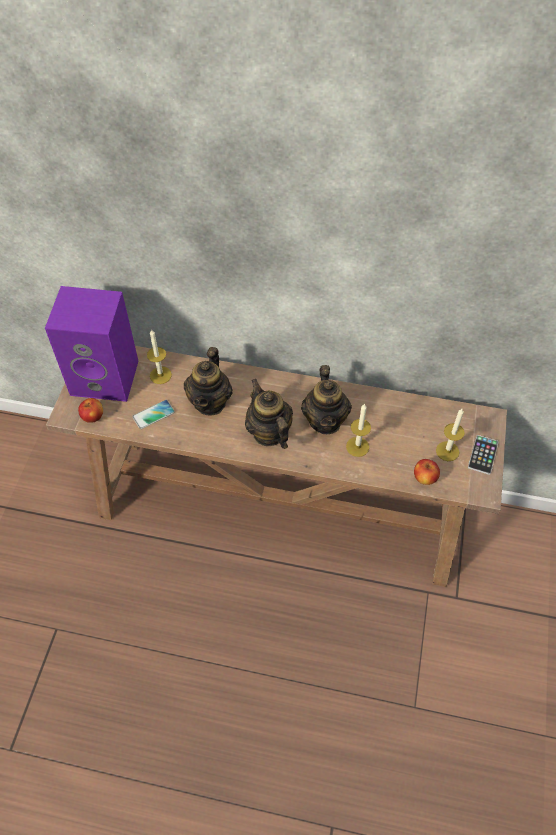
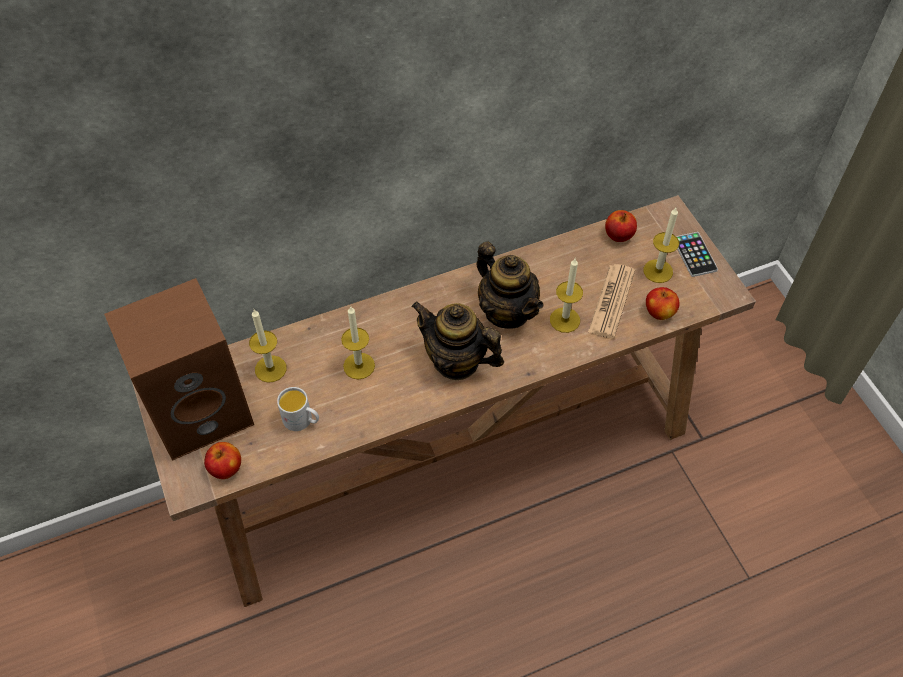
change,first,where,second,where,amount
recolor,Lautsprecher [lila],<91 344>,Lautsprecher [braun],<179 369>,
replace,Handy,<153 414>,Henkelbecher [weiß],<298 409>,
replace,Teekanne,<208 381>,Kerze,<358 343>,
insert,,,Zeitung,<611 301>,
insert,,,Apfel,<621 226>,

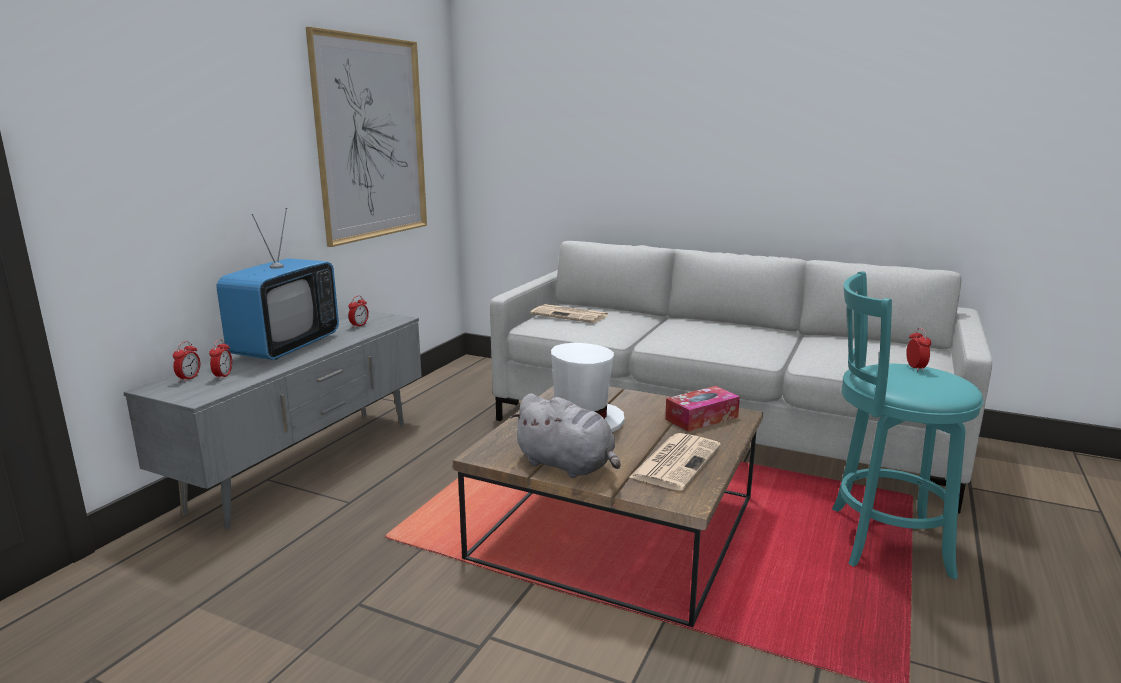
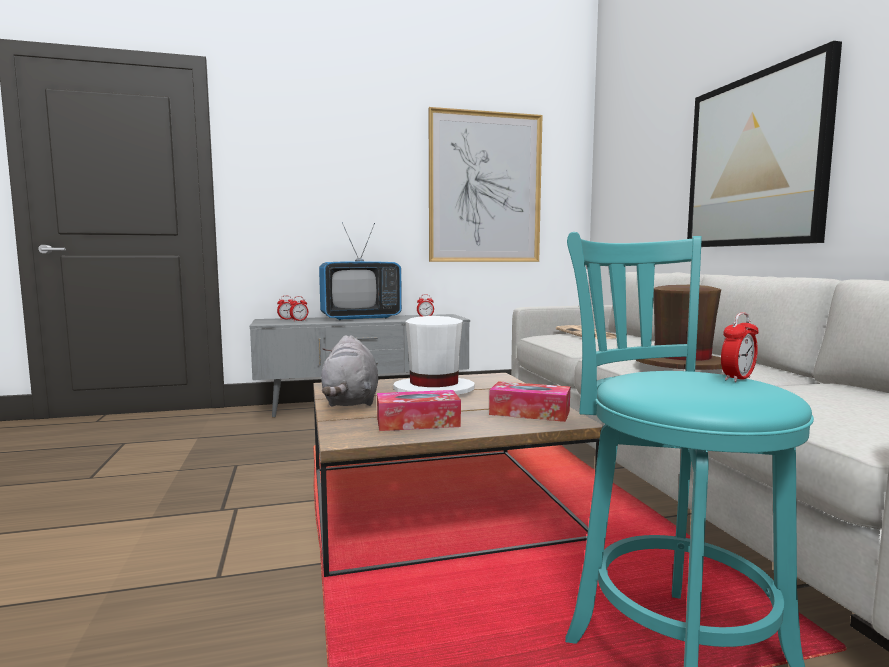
change,first,where,second,where,amount
replace,Zeitung,<674 462>,Taschentuchbox,<419 410>,
insert,,,Hut [braun],<679 327>,
insert,,,Bild,<764 144>,

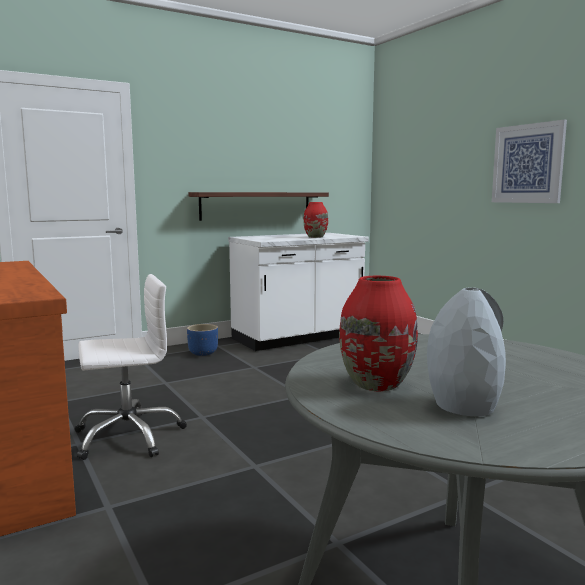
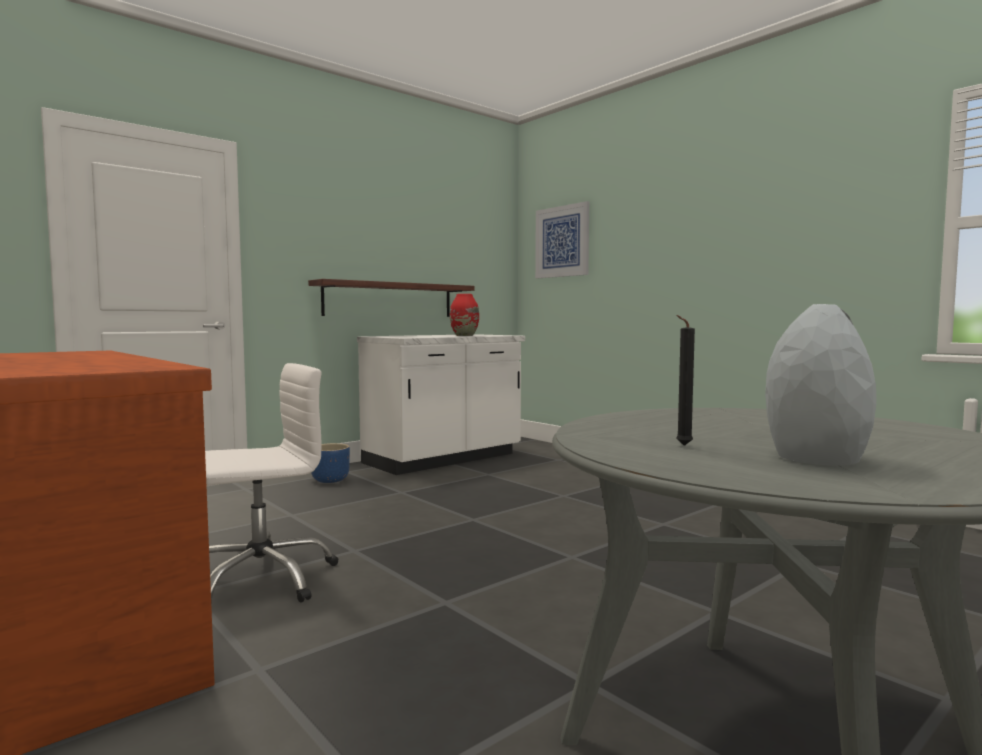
change,first,where,second,where,amount
move,Bild,<529 161>,,<562 239>,
replace,Vase [rot],<378 334>,Kerze [schwarz],<685 380>,

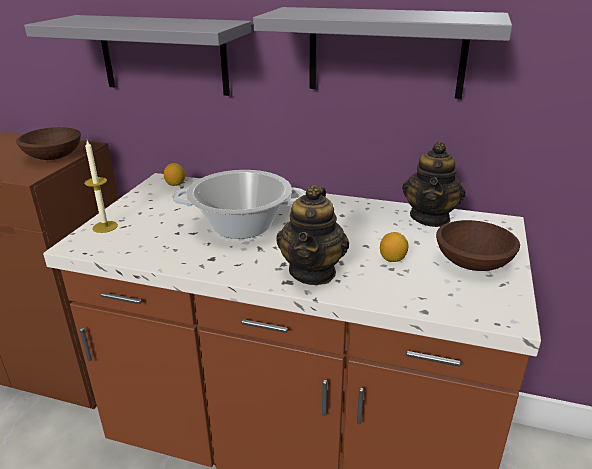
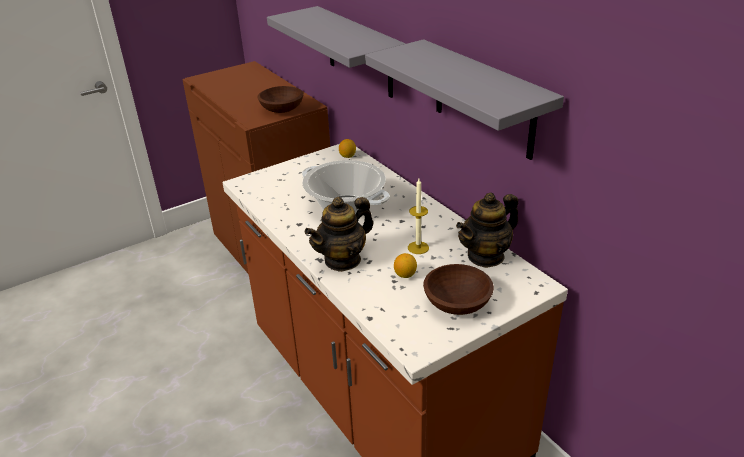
change,first,where,second,where,amount
move,Kerze,<101 187>,,<418 216>,

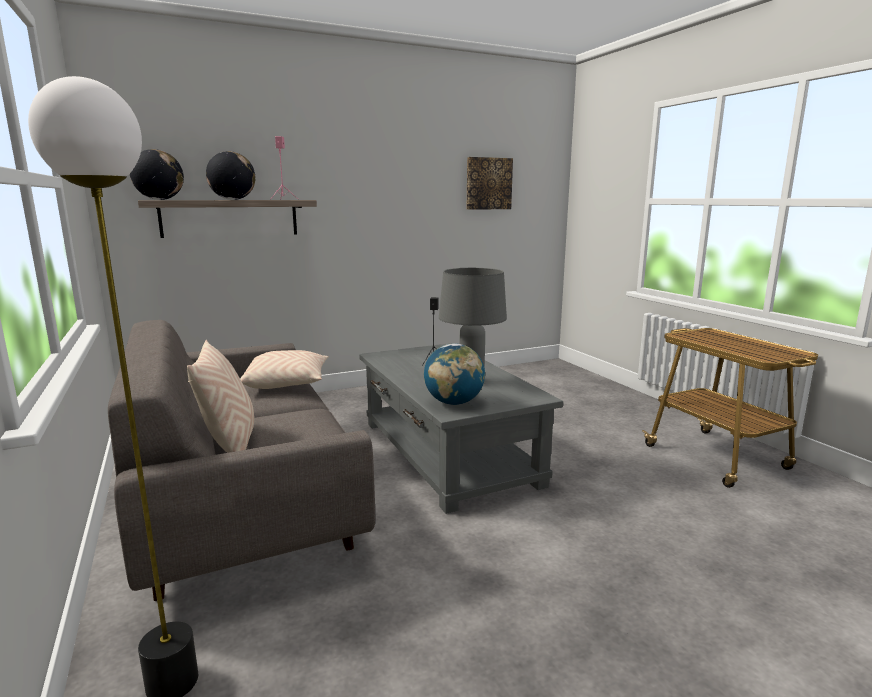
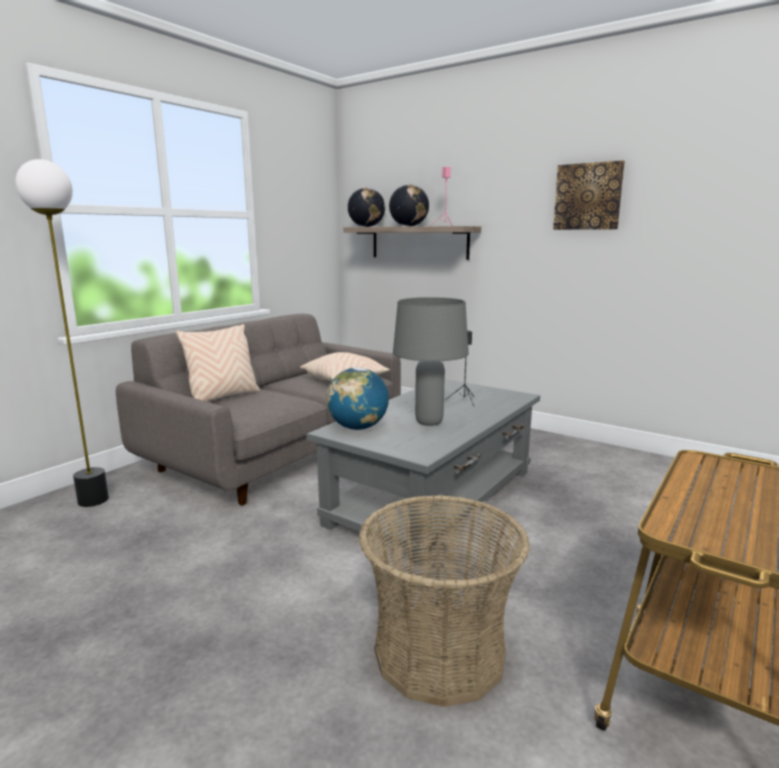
change,first,where,second,where,amount
insert,,,Korb,<444 601>,
move,Bild,<490 183>,,<589 195>,

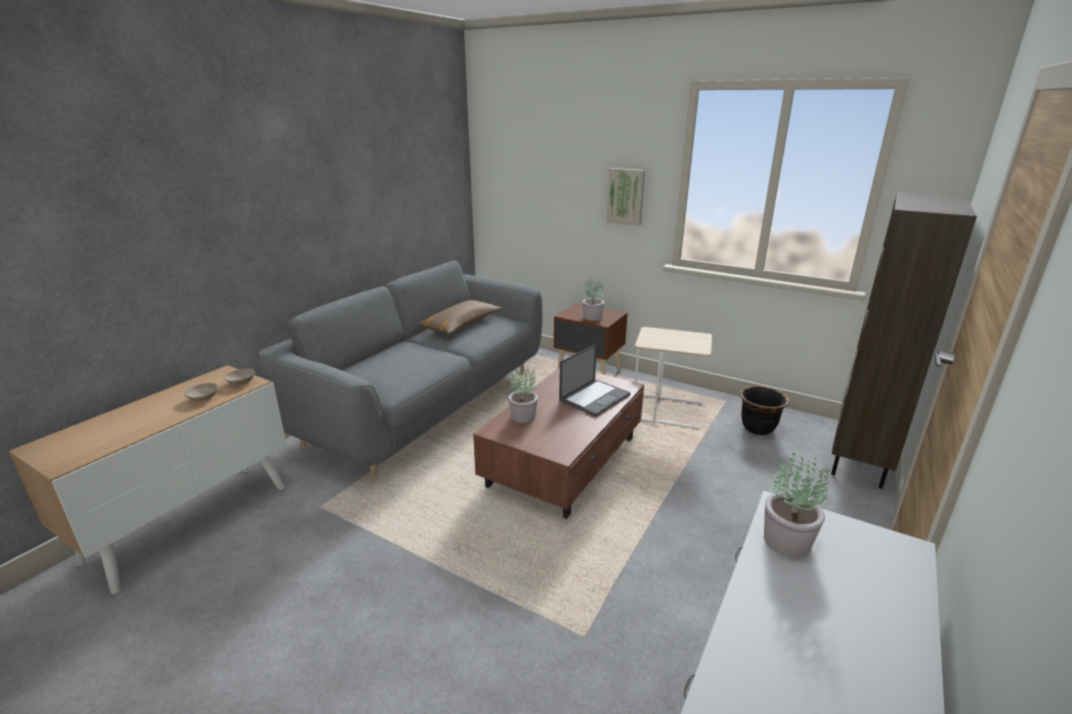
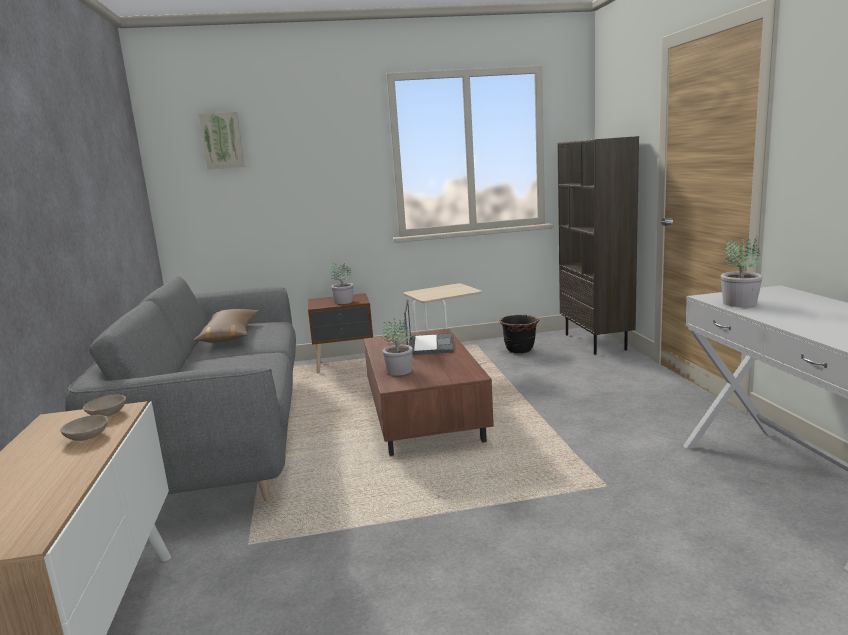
change,first,where,second,where,amount
move,Bild,<625 197>,,<222 141>,

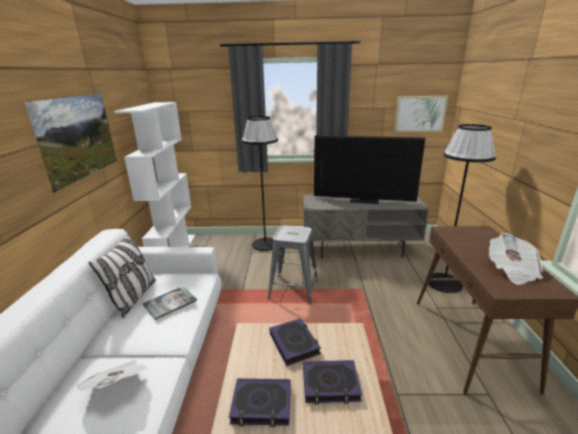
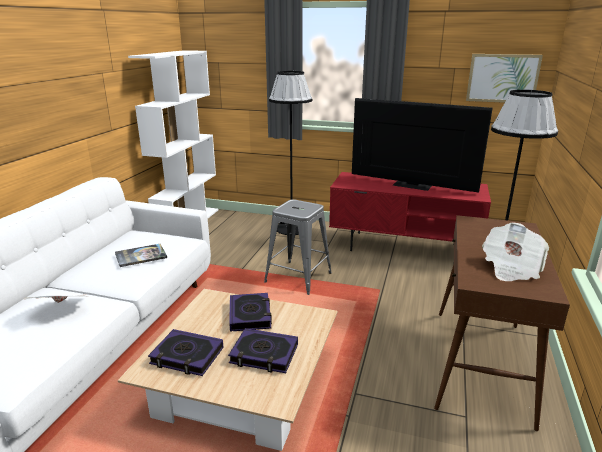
change,first,where,second,where,amount
recolor,Fernsehschrank [grau],<366 226>,Fernsehschrank [rot],<410 218>,
delete,Bild,<71 143>,,,
delete,Kissen,<122 275>,,,

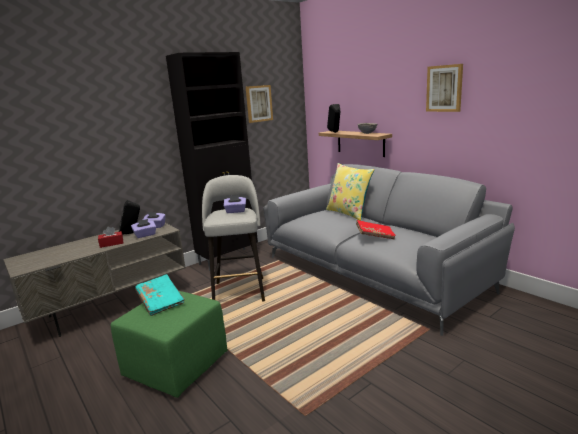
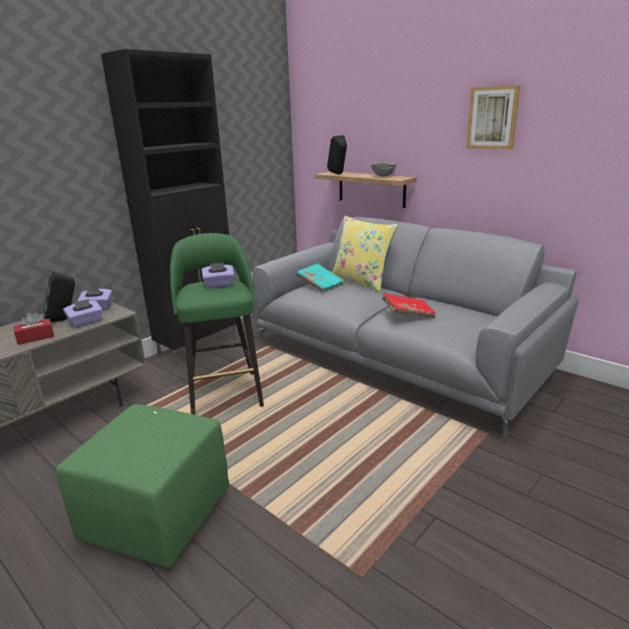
change,first,where,second,where,amount
recolor,Hocker [grau],<233 238>,Hocker [grün],<217 324>,
move,Buch [türkis],<160 295>,,<321 278>,
delete,Bild,<259 104>,,,

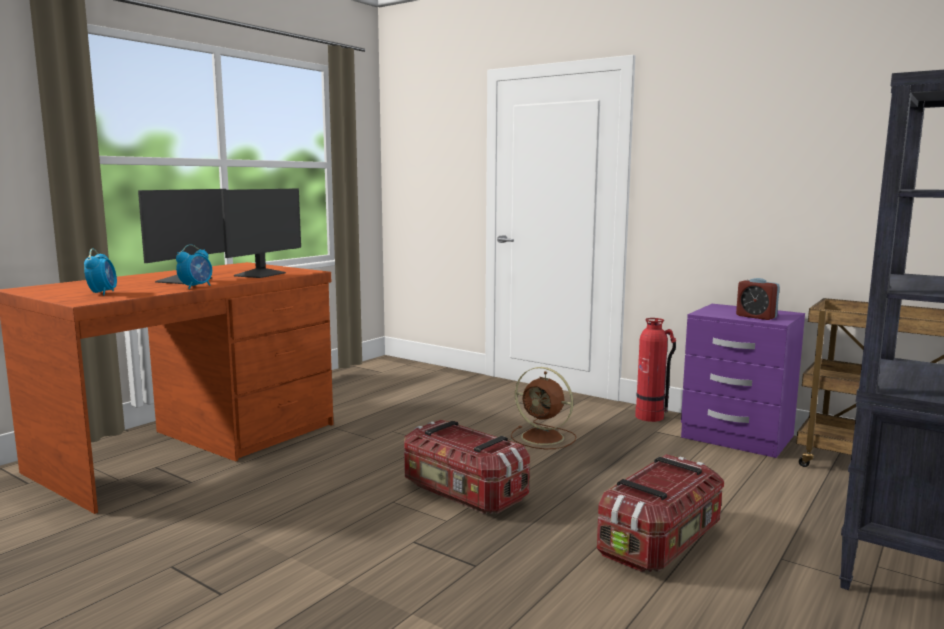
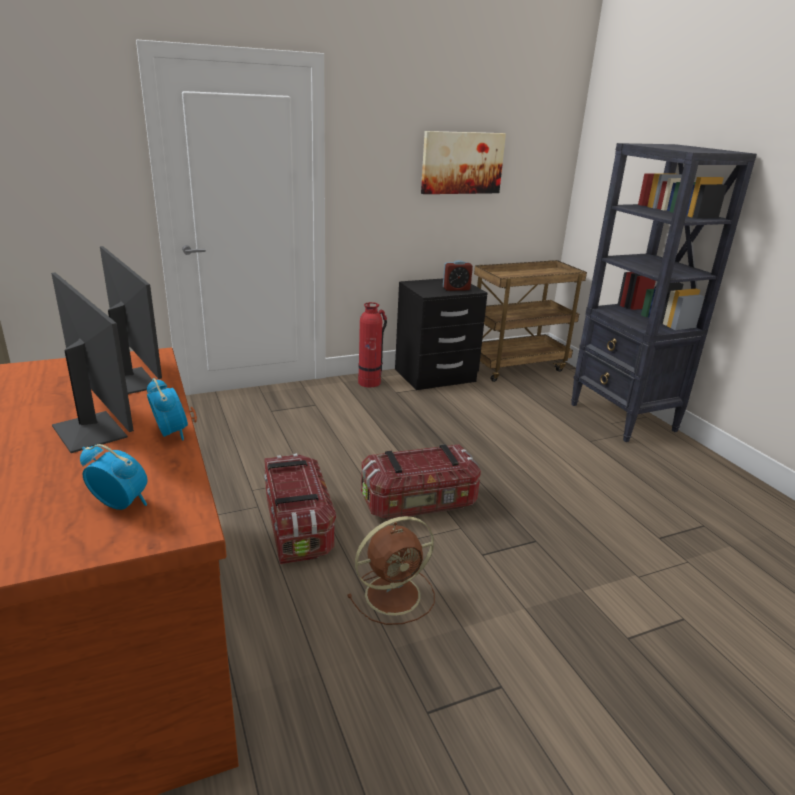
change,first,where,second,where,amount
move,Aufbewahrungsbox,<660 513>,,<300 508>,
move,Ventilator [braun],<543 408>,,<391 570>,
recolor,Nachttisch [lila],<743 381>,Nachttisch [schwarz],<441 334>,
insert,,,Bild,<463 162>,

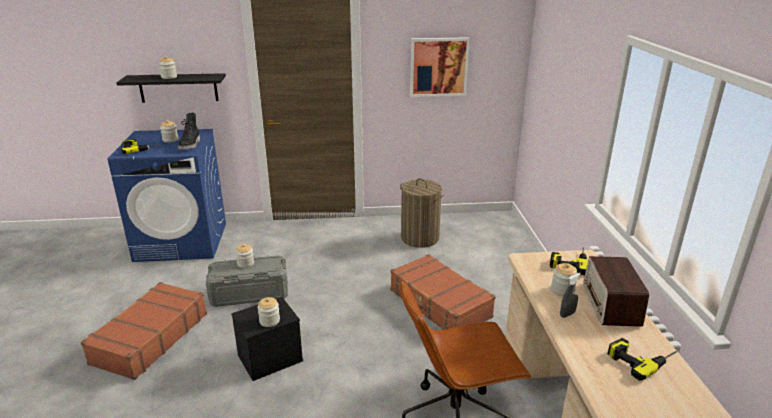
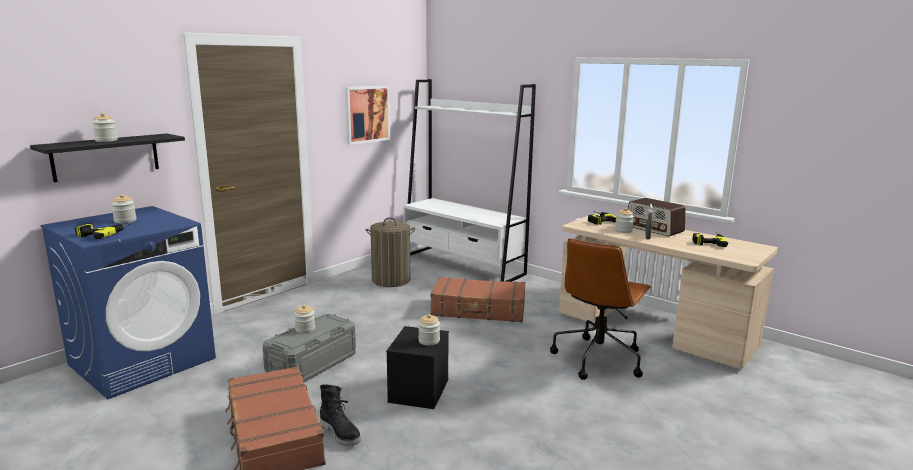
change,first,where,second,where,amount
move,Stiefel [schwarz],<189 131>,,<340 415>,
insert,,,Bücherregal [weiß],<469 180>,

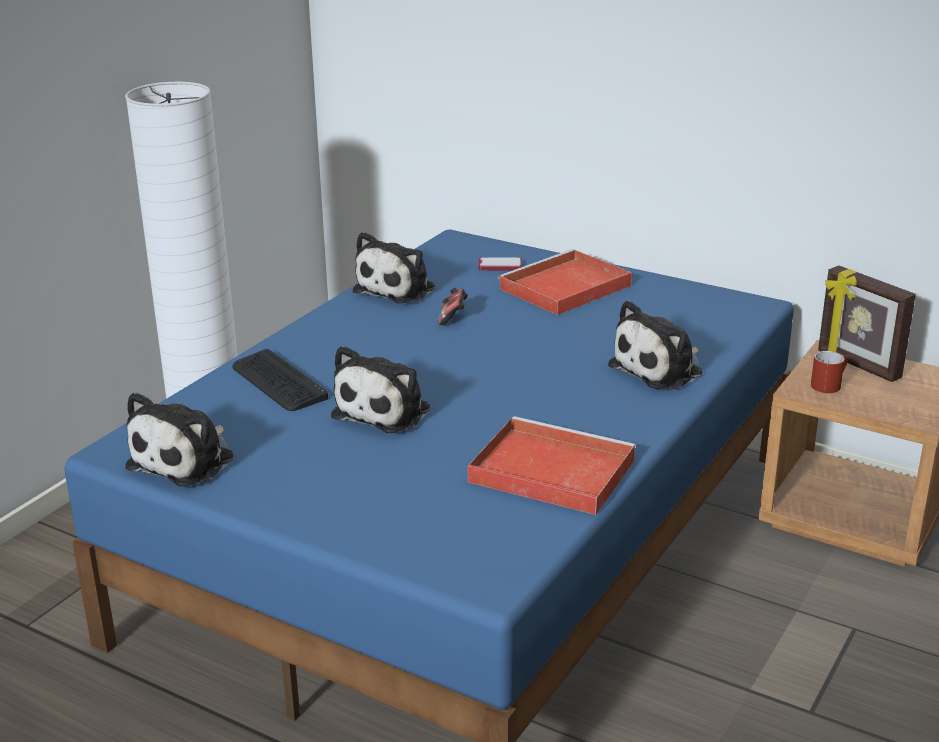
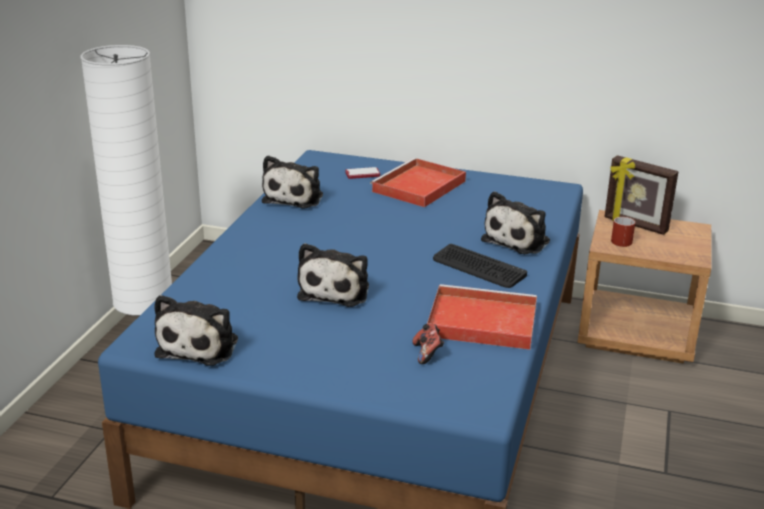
change,first,where,second,where,amount
move,Gamepad,<452 306>,,<428 344>,
move,Tastatur,<280 380>,,<480 266>,

